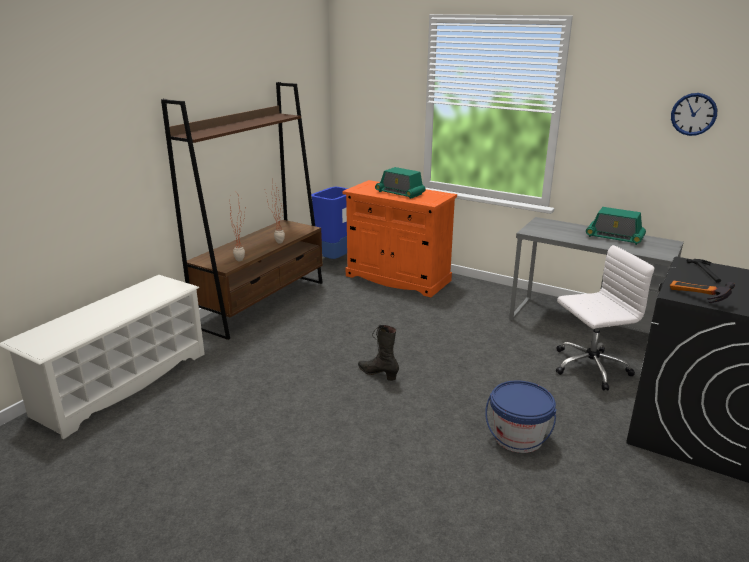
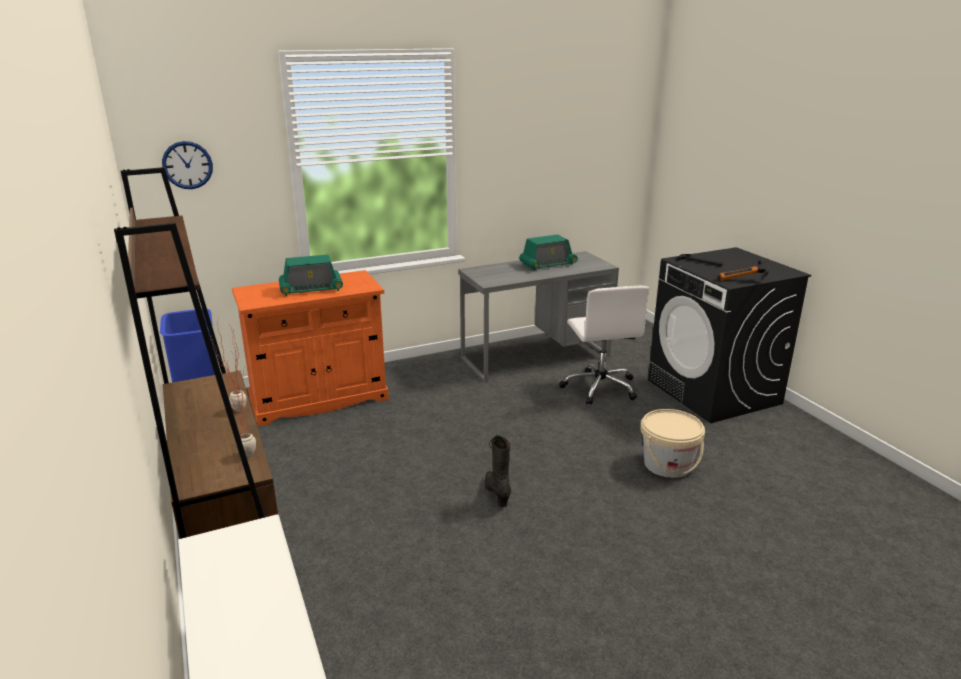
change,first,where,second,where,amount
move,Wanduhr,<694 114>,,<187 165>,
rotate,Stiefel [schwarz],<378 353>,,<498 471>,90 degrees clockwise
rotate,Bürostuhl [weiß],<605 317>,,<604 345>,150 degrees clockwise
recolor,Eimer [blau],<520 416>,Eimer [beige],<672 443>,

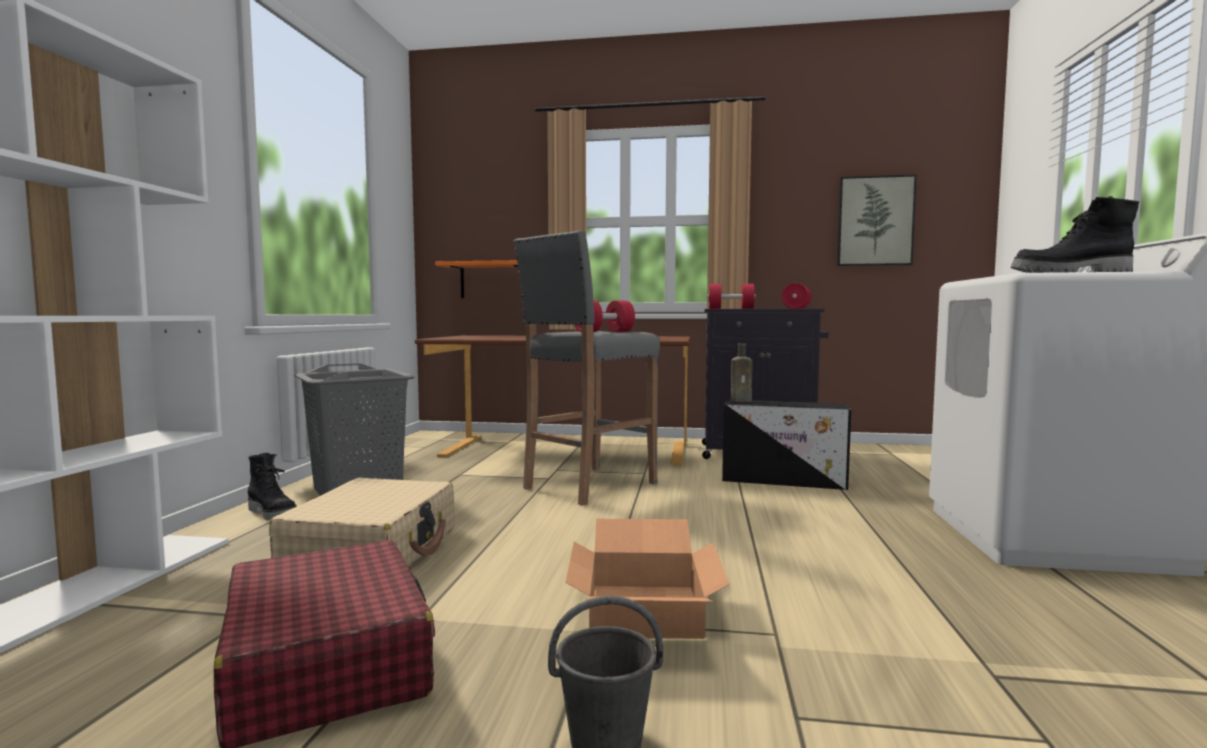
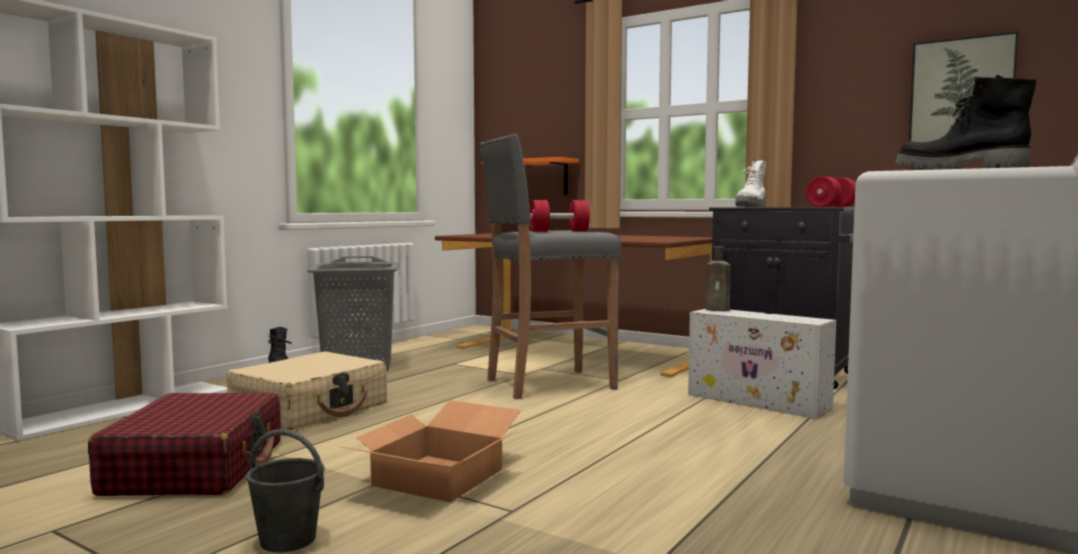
change,first,where,second,where,amount
recolor,Aufbewahrungsbox [schwarz],<786 444>,Aufbewahrungsbox [weiß],<762 364>,
replace,Hantel [rot],<732 296>,Stiefel [weiß],<750 183>,

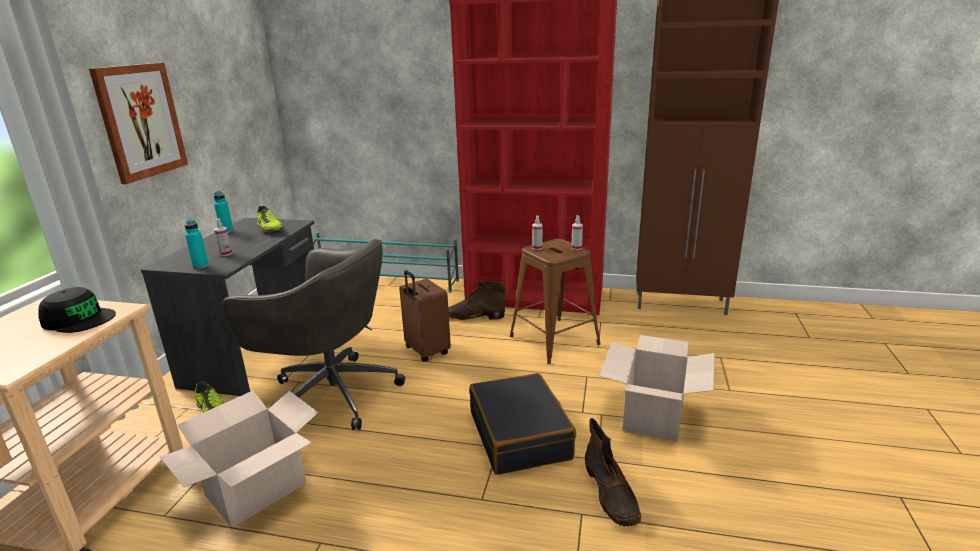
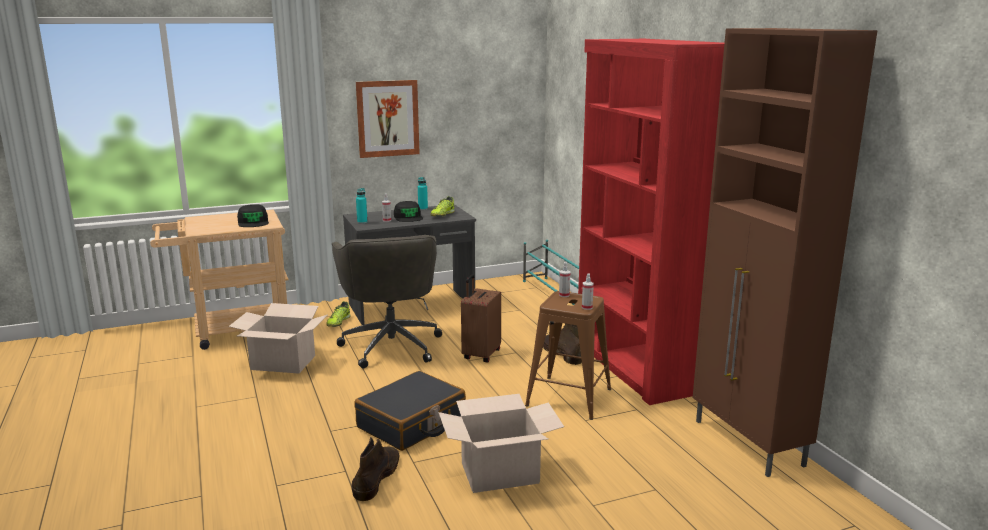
change,first,where,second,where,amount
rotate,Stiefel [braun],<613 472>,,<375 469>,150 degrees clockwise
insert,,,Kappe [schwarz],<408 211>,

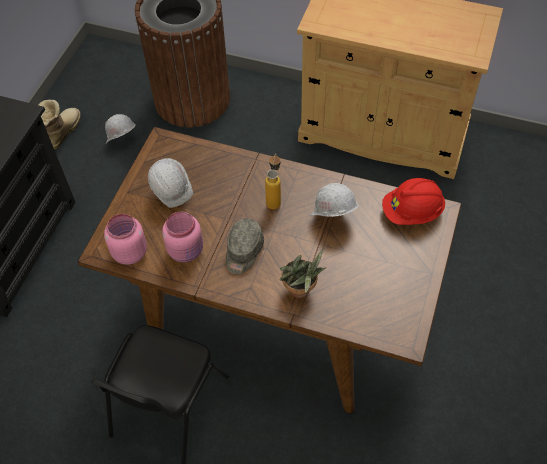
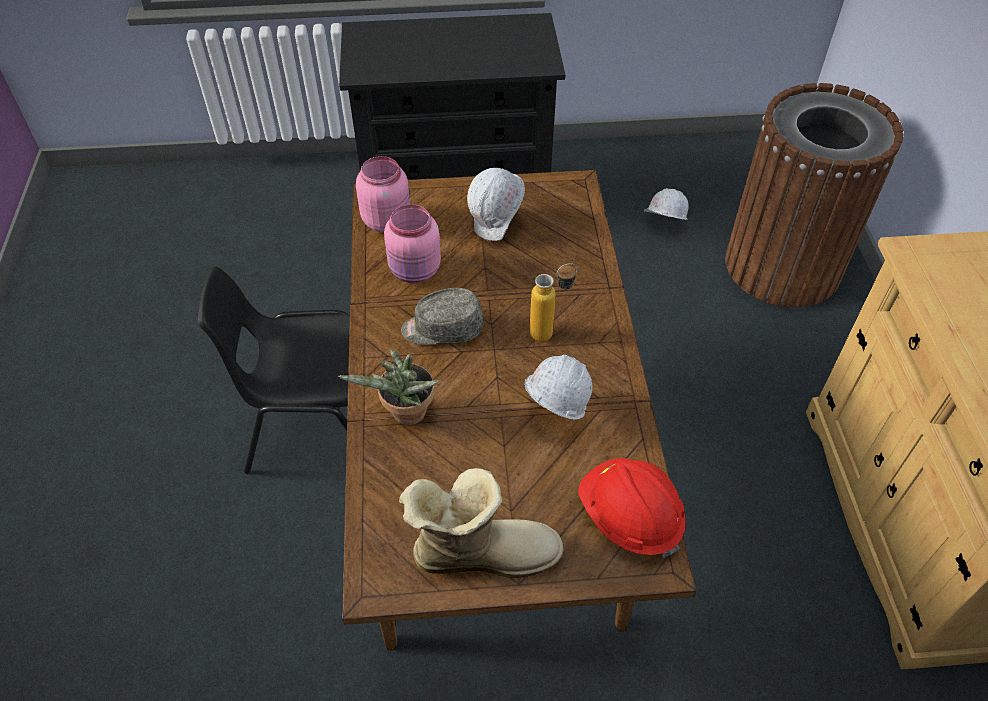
change,first,where,second,where,amount
move,Stiefel,<59 124>,,<481 523>,

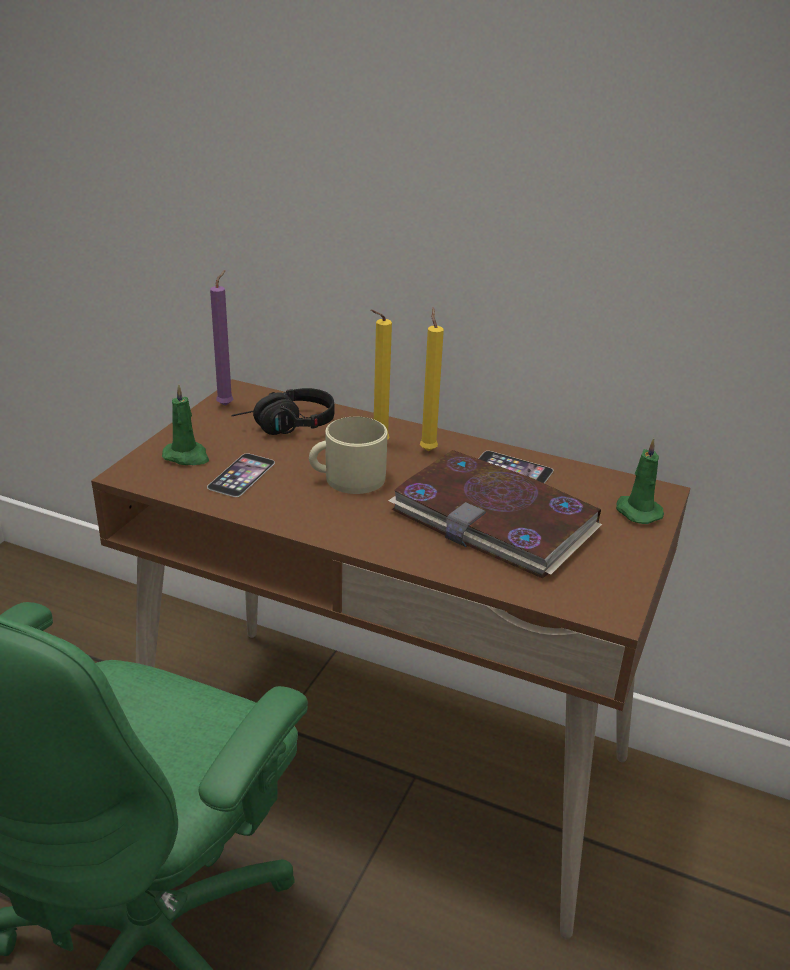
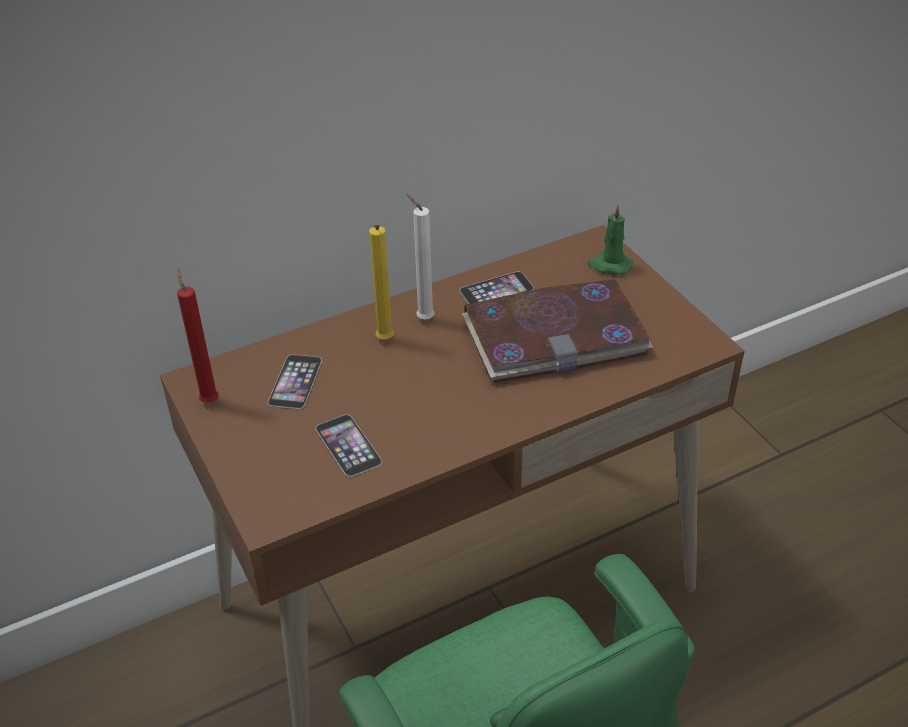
change,first,where,second,where,amount
recolor,Kerze [lila],<221 338>,Kerze [rot],<198 335>,
replace,Kopfhörer [schwarz],<283 411>,Handy,<295 381>,
recolor,Kerze [gelb],<432 379>,Kerze [weiß],<420 257>,
delete,Kerze [grün],<185 424>,,,
delete,Henkelbecher [beige],<348 455>,,,

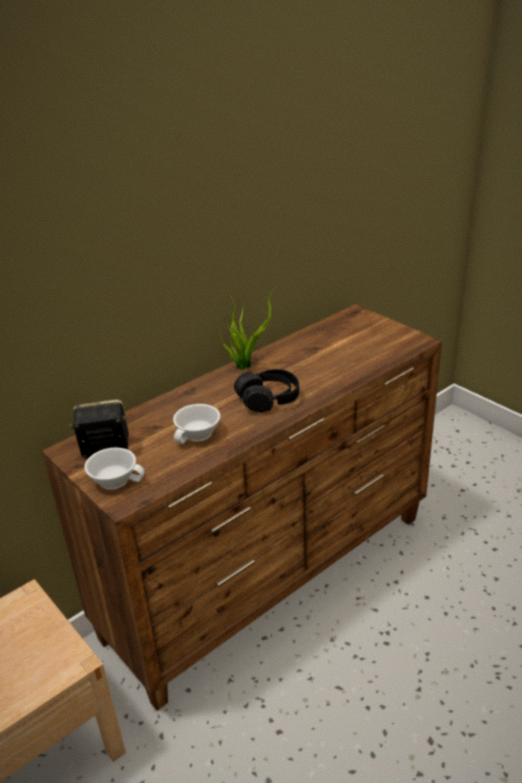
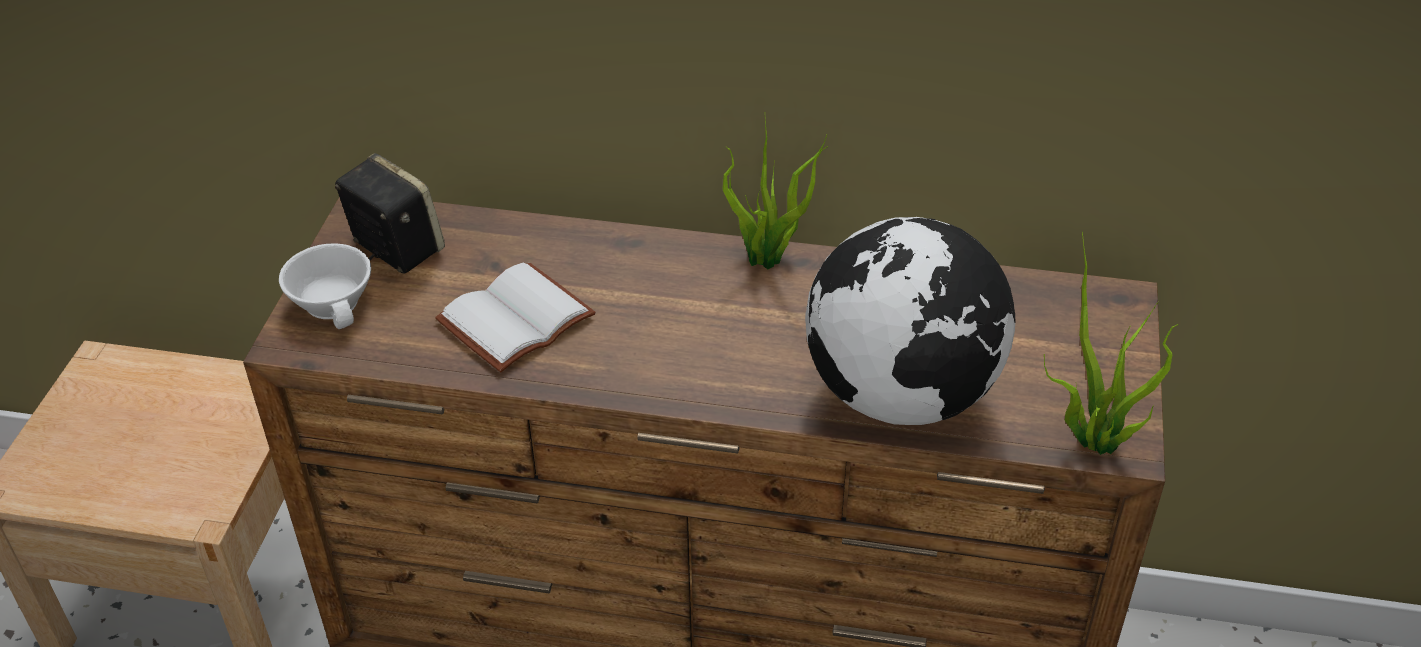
change,first,where,second,where,amount
replace,Tasse [weiß],<196 424>,Buch [weiß],<515 317>,
insert,,,Globus,<910 321>,
insert,,,Topfpflanze,<1111 343>,
delete,Kopfhörer [schwarz],<266 391>,,,

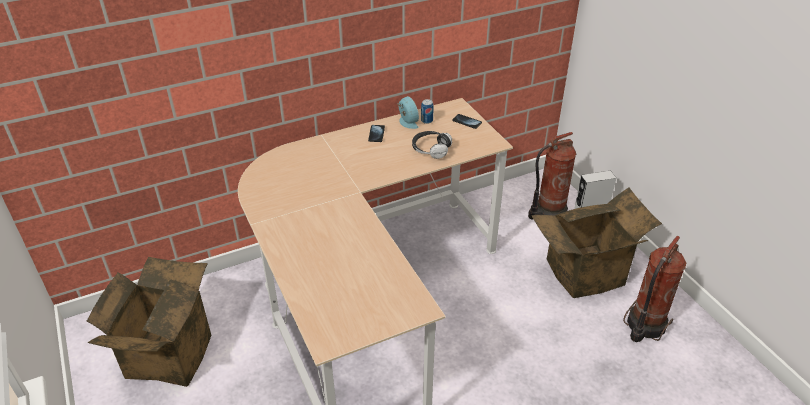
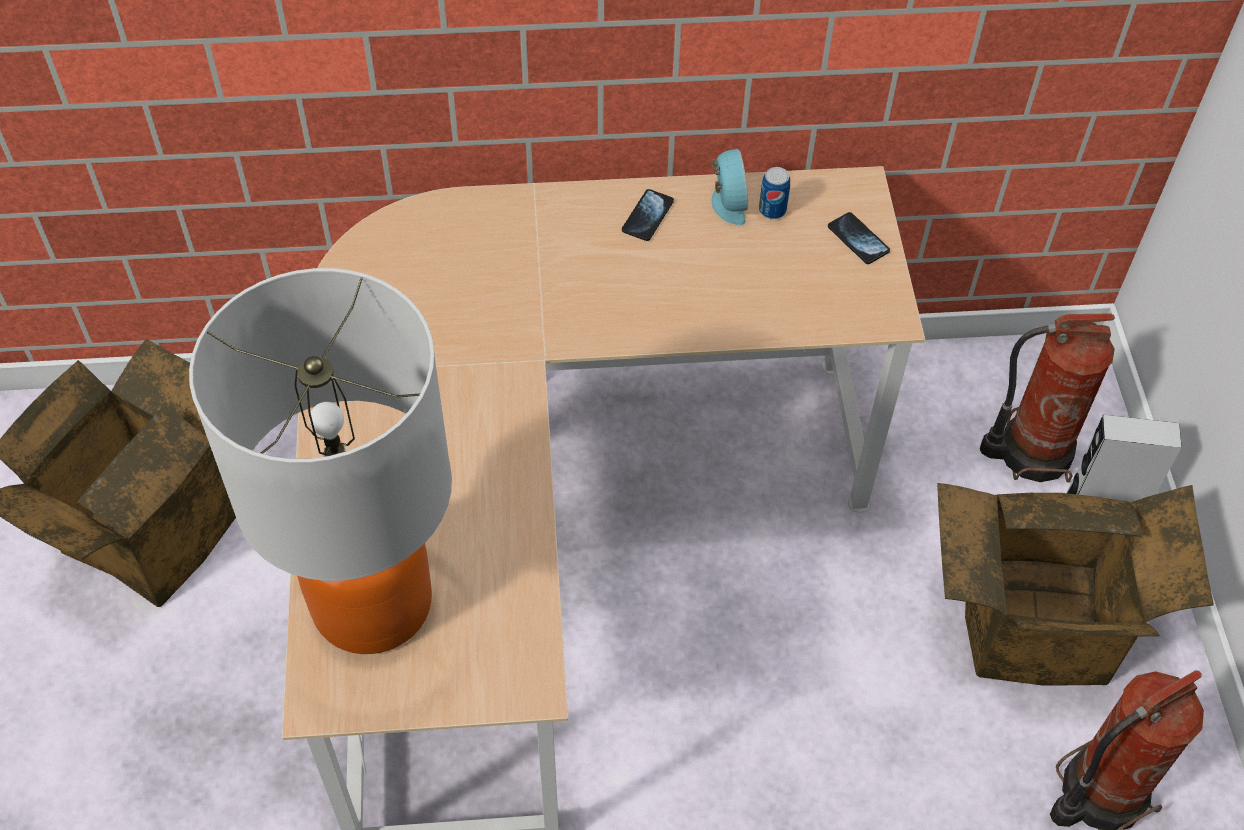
change,first,where,second,where,amount
insert,,,Tischlampe,<320 461>,
delete,Kopfhörer,<432 145>,,,

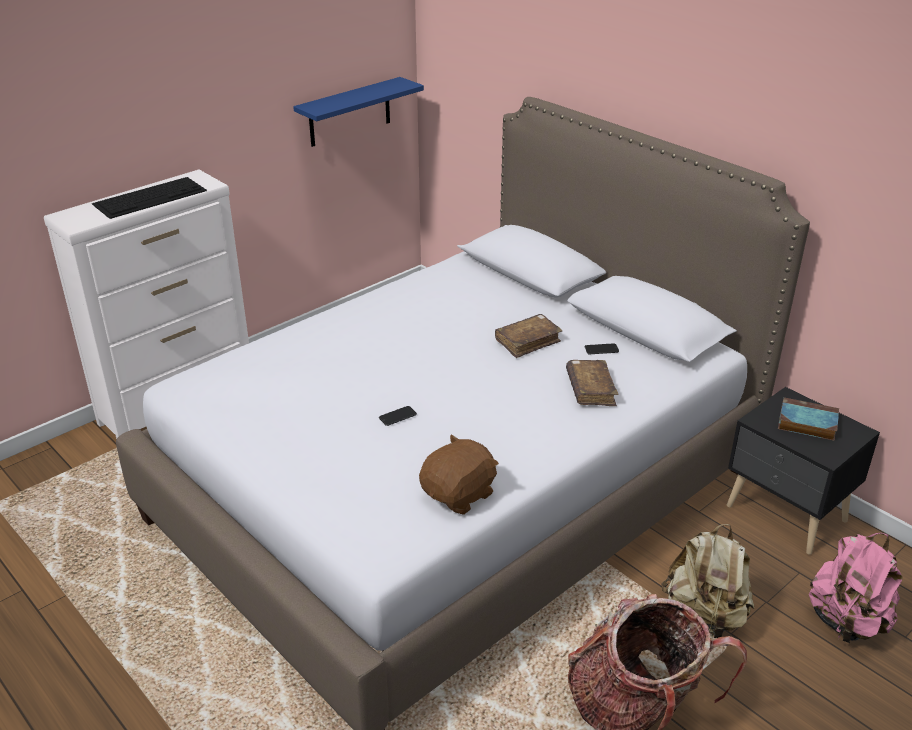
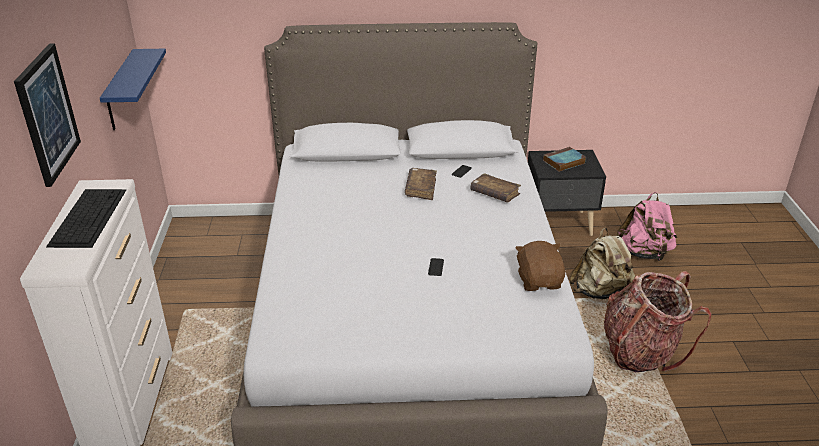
change,first,where,second,where,amount
insert,,,Bild,<47 115>,

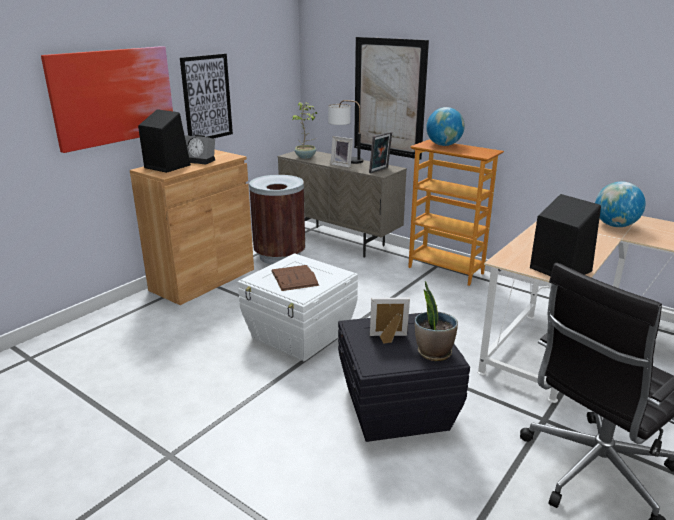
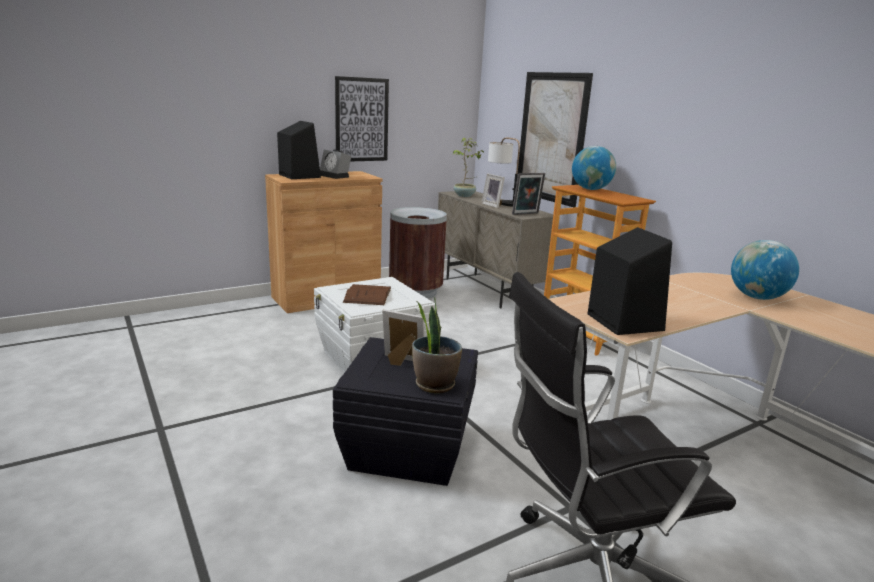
change,first,where,second,where,amount
delete,Bild,<107 99>,,,

